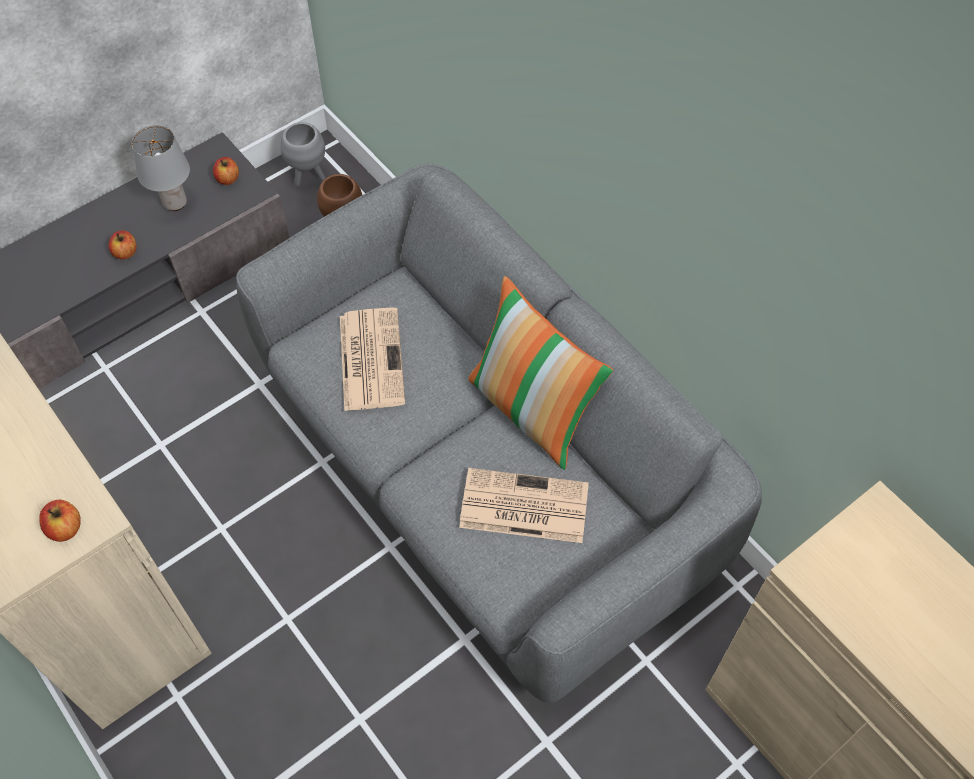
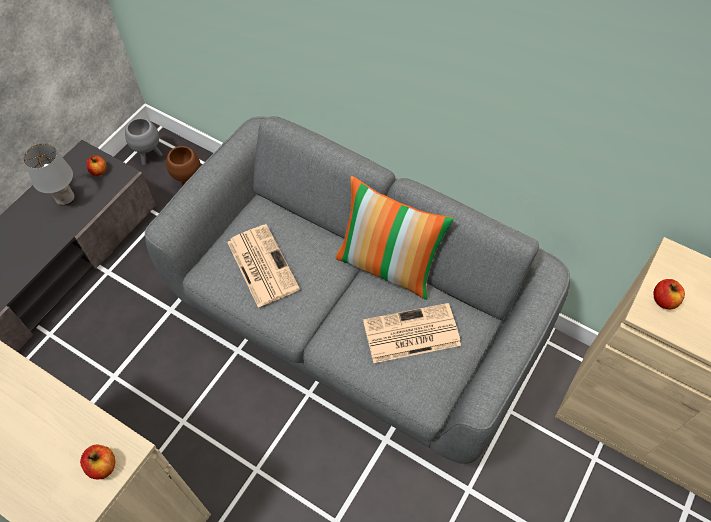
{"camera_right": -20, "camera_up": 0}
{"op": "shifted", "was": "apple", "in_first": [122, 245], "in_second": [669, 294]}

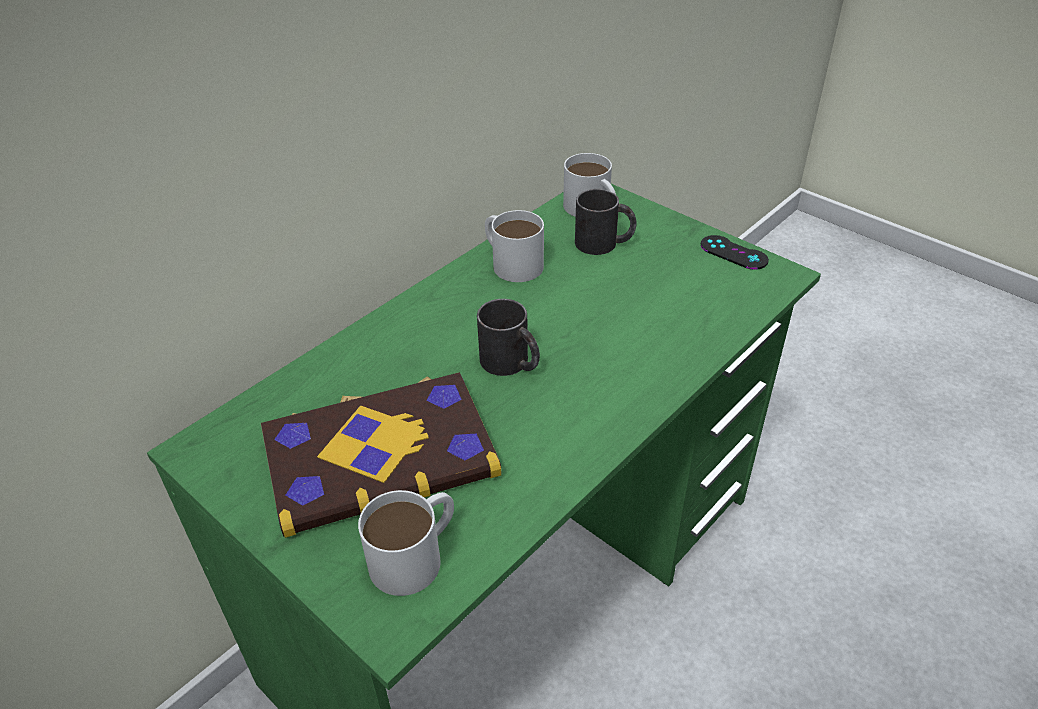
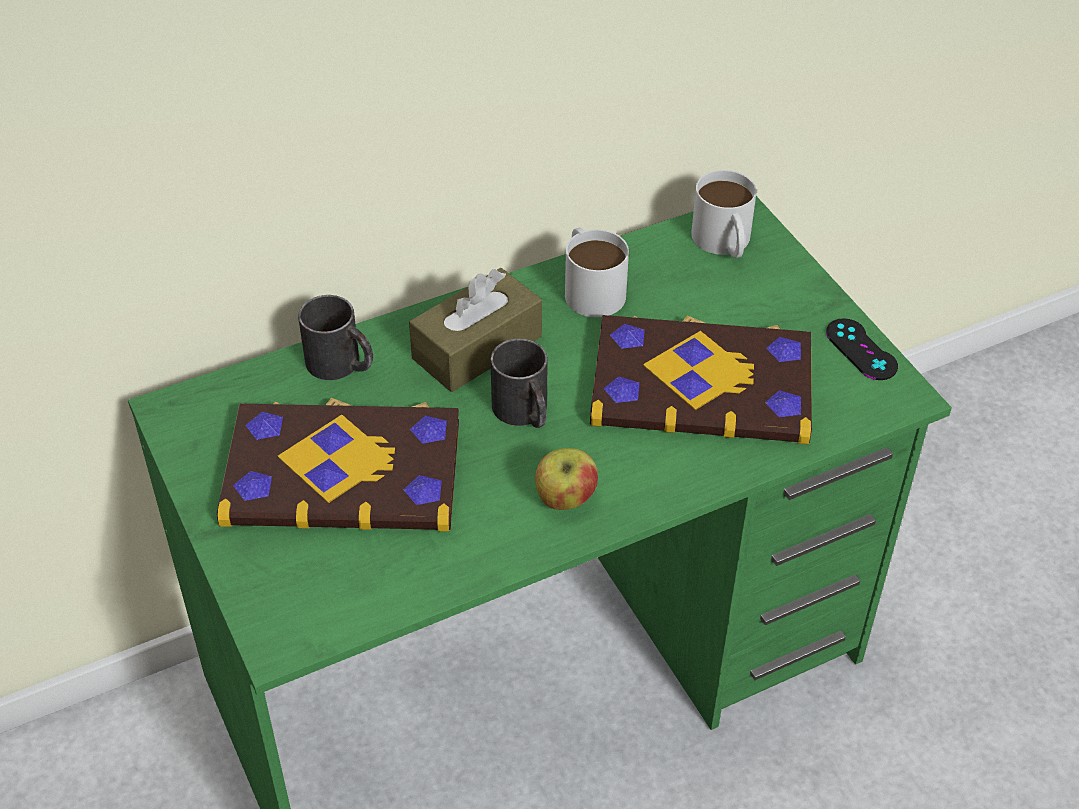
{"camera_right": 20, "camera_up": 5}
{"op": "gone", "was": "mug (white)", "in_first": [406, 543]}
{"op": "new", "now": "tissue box (brown)", "in_second": [475, 330]}
{"op": "new", "now": "apple", "in_second": [566, 479]}
{"op": "new", "now": "book", "in_second": [701, 379]}
{"op": "shifted", "was": "mug (black)", "in_first": [605, 222], "in_second": [335, 337]}

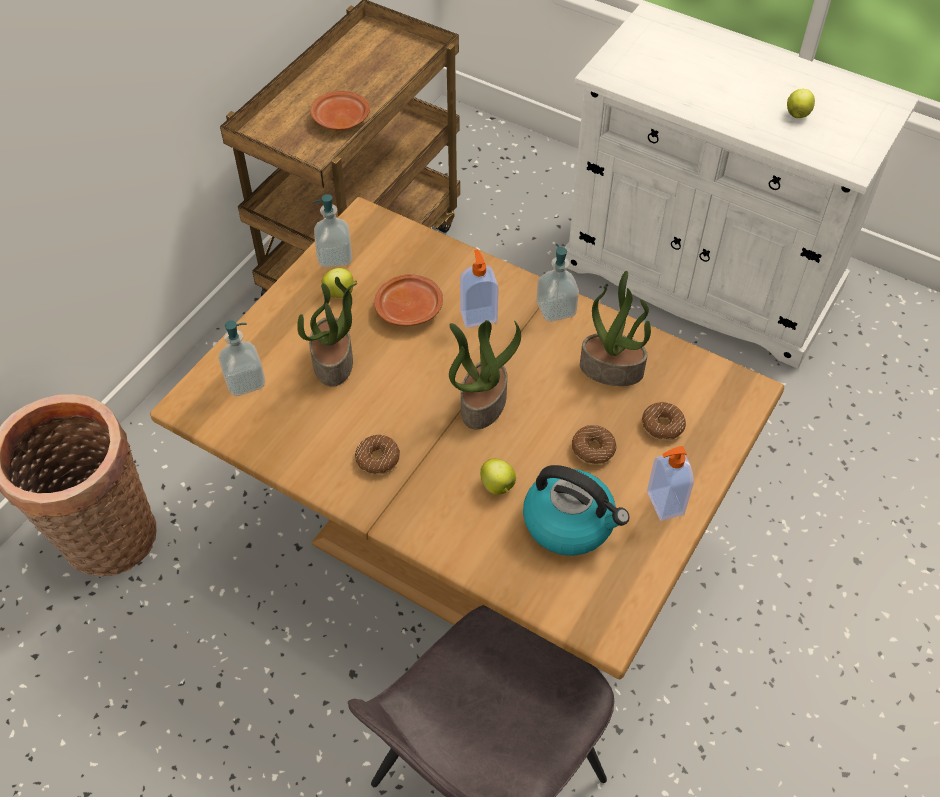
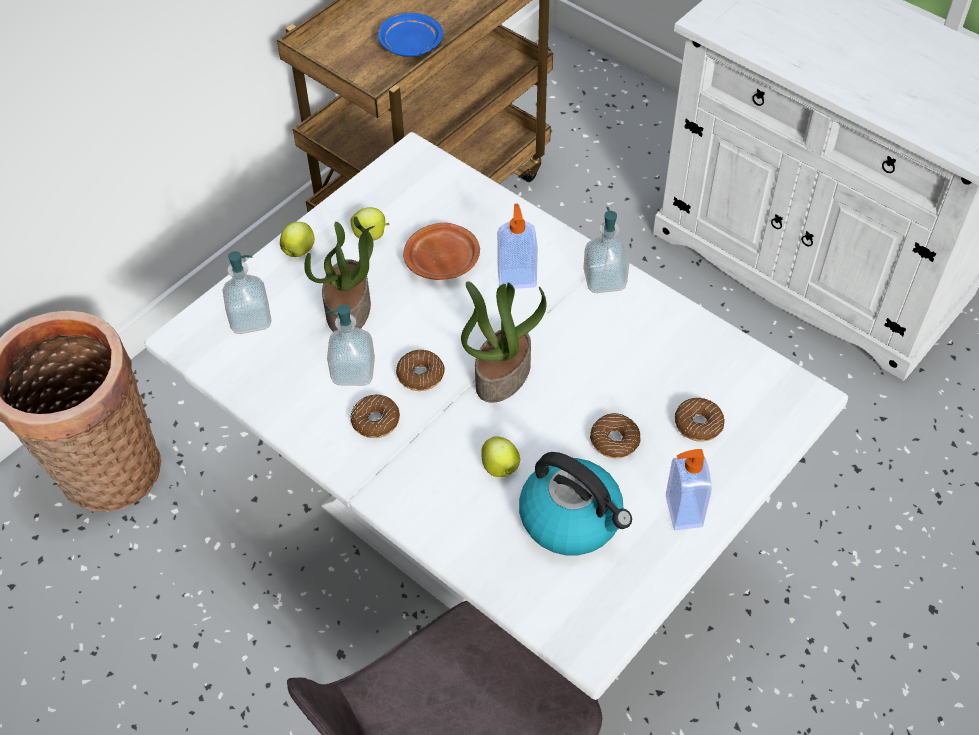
{"camera_right": 10, "camera_up": 0}
{"op": "gone", "was": "potted plant", "in_first": [615, 328]}
{"op": "new", "now": "donut", "in_second": [420, 370]}
{"op": "shifted", "was": "soap dispenser", "in_first": [332, 231], "in_second": [350, 345]}
{"op": "shifted", "was": "apple", "in_first": [801, 103], "in_second": [297, 239]}
{"op": "repainted", "was": "dining table (brown)", "now": "dining table (white)", "in_first": [467, 438], "in_second": [496, 416]}
{"op": "repainted", "was": "plate (brown)", "now": "plate (blue)", "in_first": [340, 110], "in_second": [410, 35]}

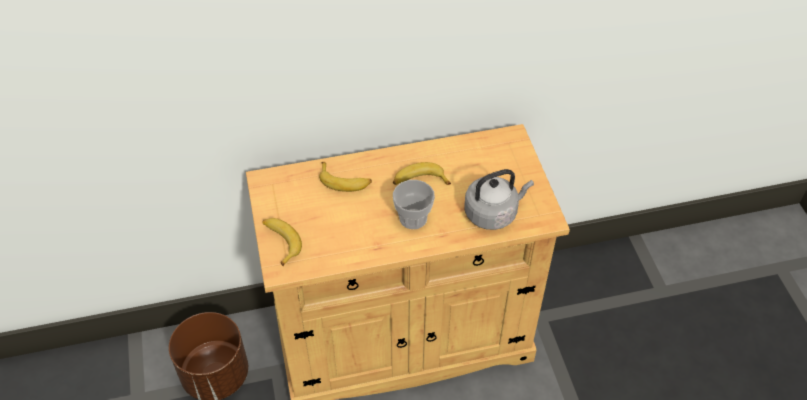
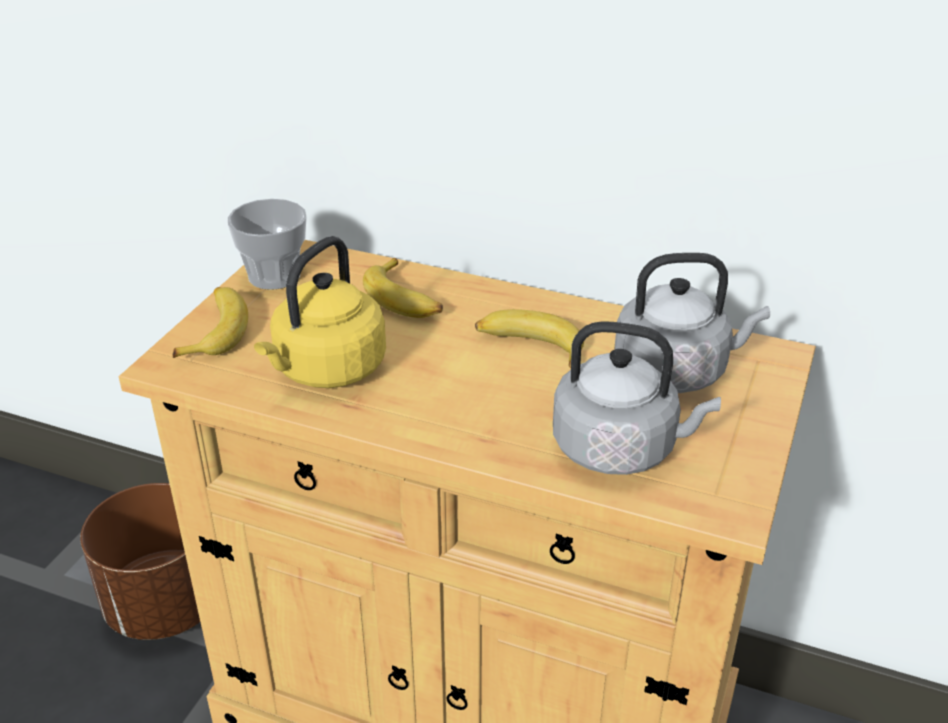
{"camera_right": 35, "camera_up": -15}
{"op": "new", "now": "kettle (yellow)", "in_second": [320, 312]}
{"op": "new", "now": "kettle (grey)", "in_second": [692, 323]}
{"op": "shifted", "was": "cup", "in_first": [414, 204], "in_second": [267, 244]}

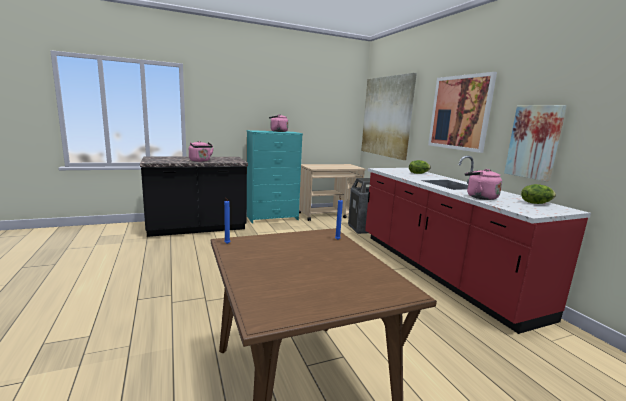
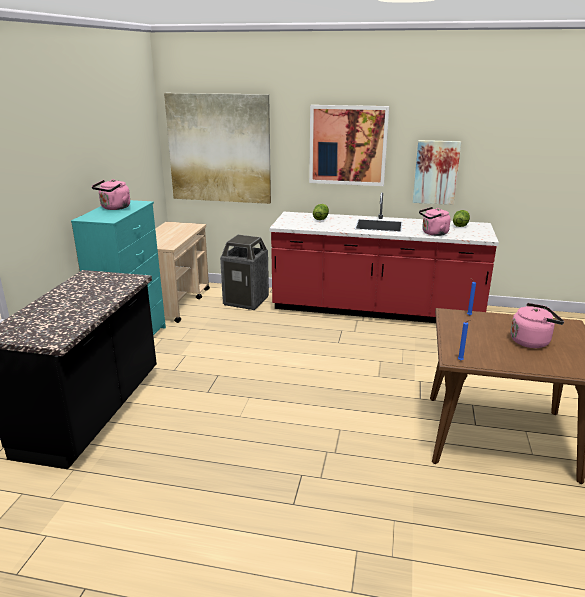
{"camera_right": -55, "camera_up": 10}
{"op": "shifted", "was": "kettle (pink)", "in_first": [201, 151], "in_second": [537, 325]}

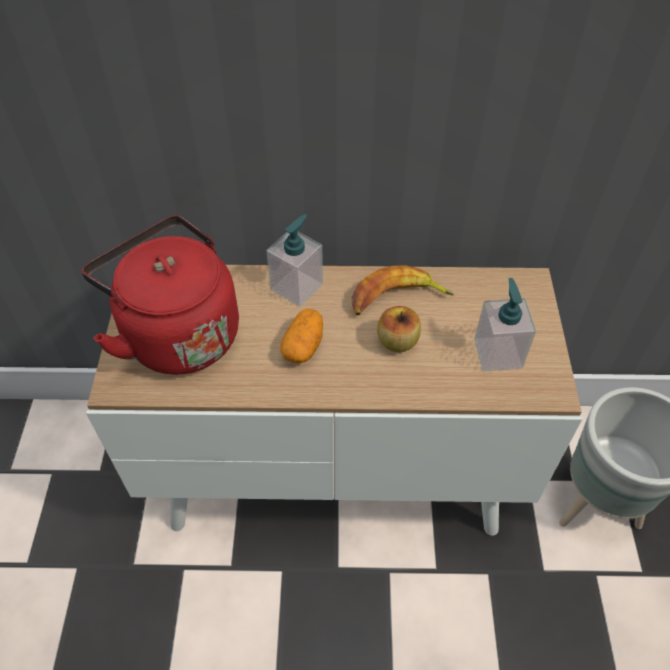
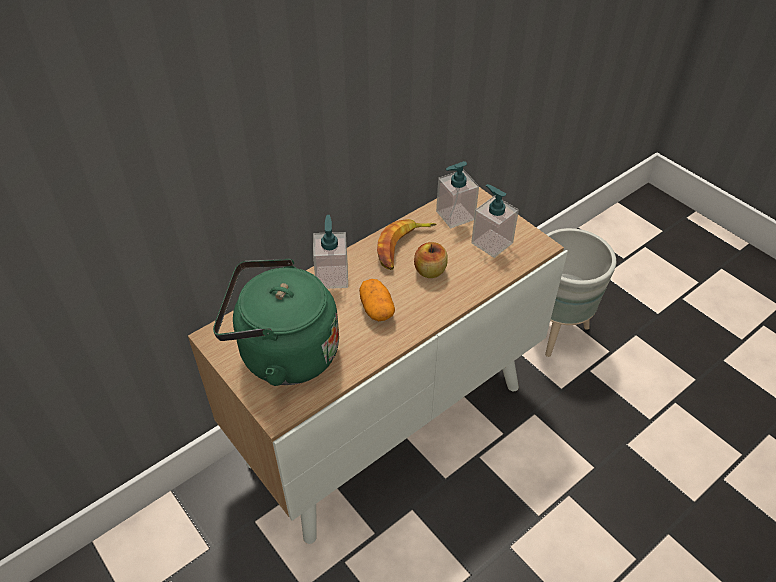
{"camera_right": -40, "camera_up": -5}
{"op": "new", "now": "soap dispenser", "in_second": [457, 194]}
{"op": "repainted", "was": "kettle (red)", "now": "kettle (green)", "in_first": [160, 295], "in_second": [276, 322]}

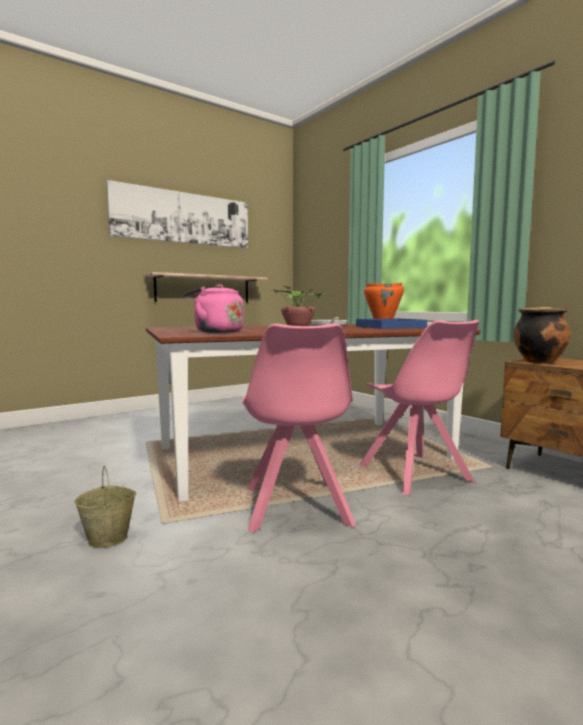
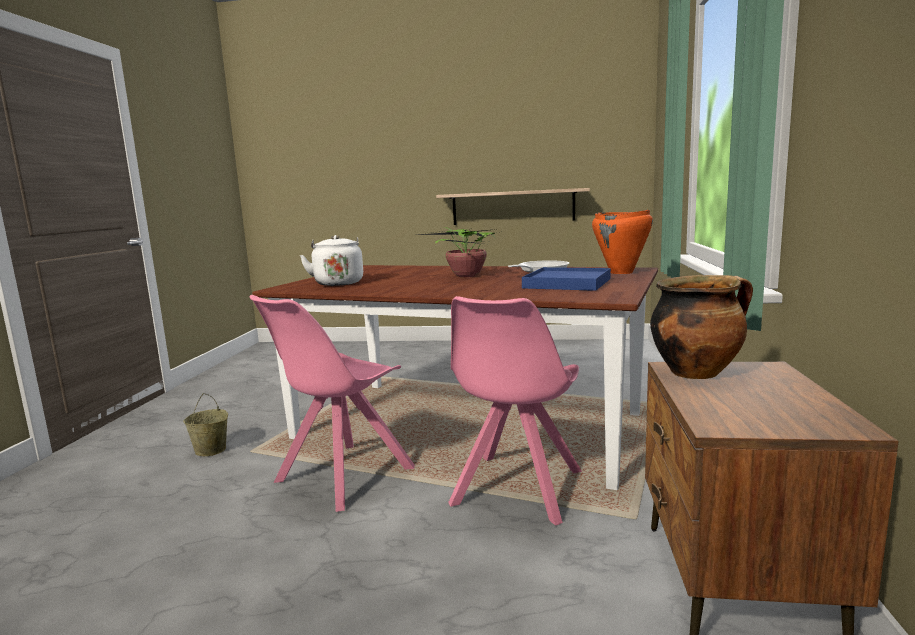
{"camera_right": 45, "camera_up": 5}
{"op": "gone", "was": "picture", "in_first": [177, 214]}
{"op": "repainted", "was": "kettle (pink)", "now": "kettle (white)", "in_first": [214, 308], "in_second": [331, 260]}

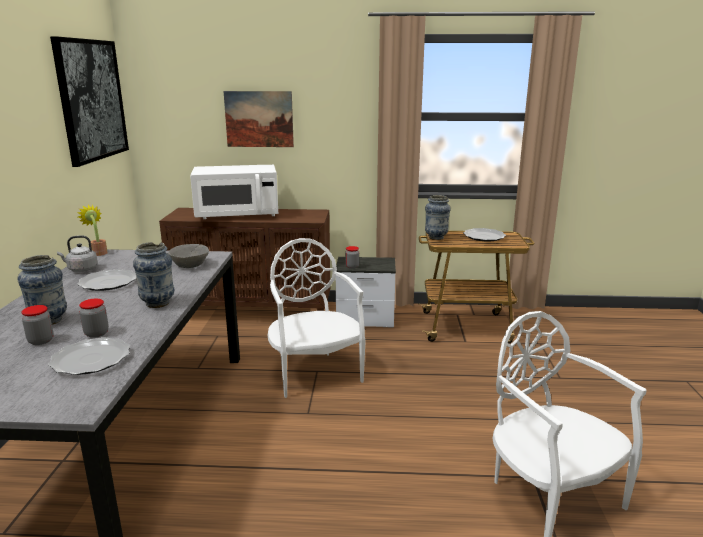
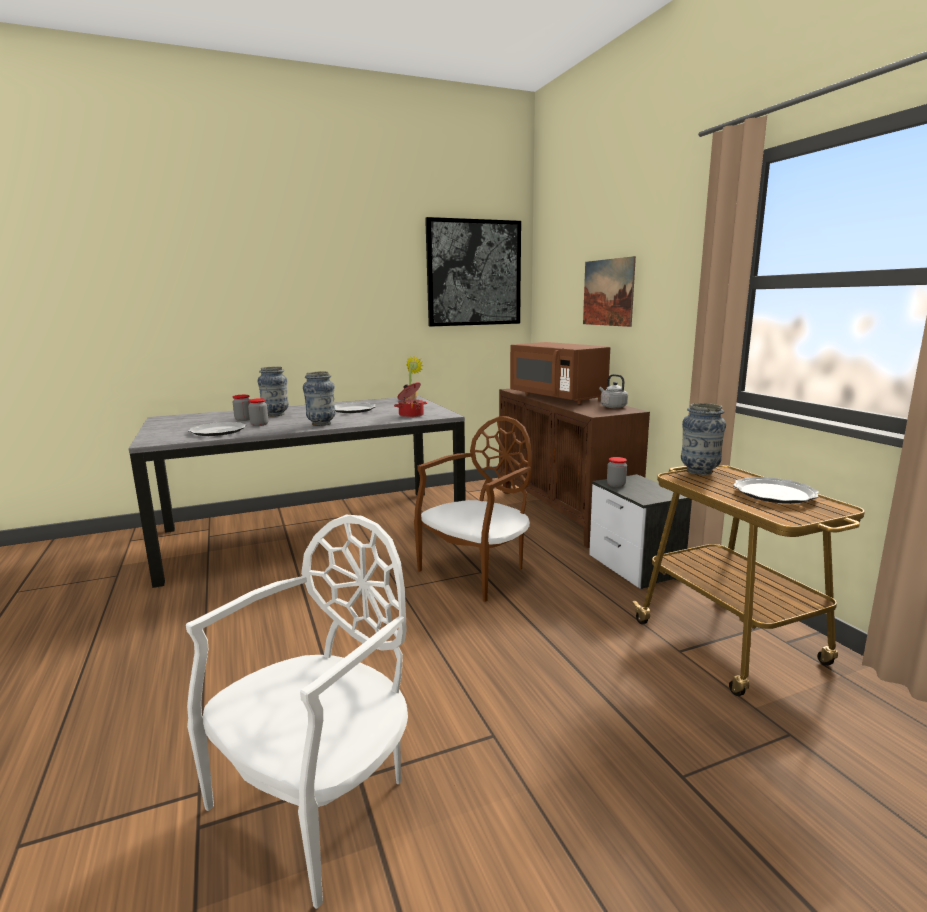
{"camera_right": 65, "camera_up": -5}
{"op": "shifted", "was": "kettle (grey)", "in_first": [77, 253], "in_second": [613, 391]}
{"op": "swapped", "was": "bowl (grey)", "now": "cooking pot", "in_first": [188, 256], "in_second": [410, 400]}
{"op": "repainted", "was": "microwave (white)", "now": "microwave (brown)", "in_first": [234, 192], "in_second": [560, 373]}
{"op": "repainted", "was": "chair (white)", "now": "chair (brown)", "in_first": [317, 318], "in_second": [473, 509]}

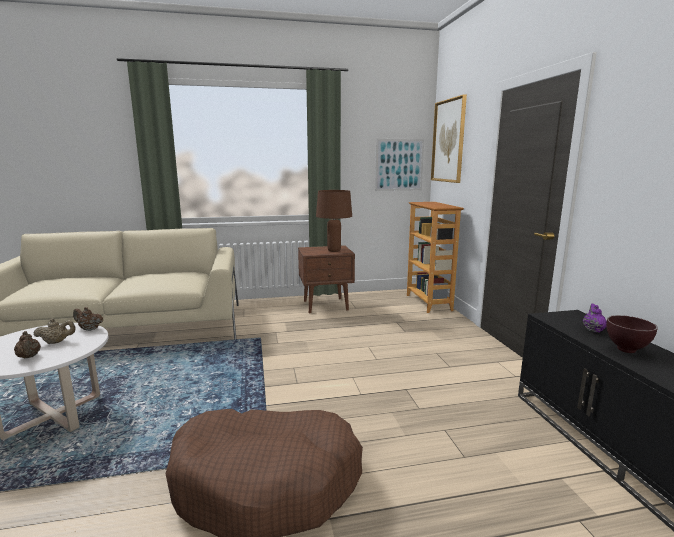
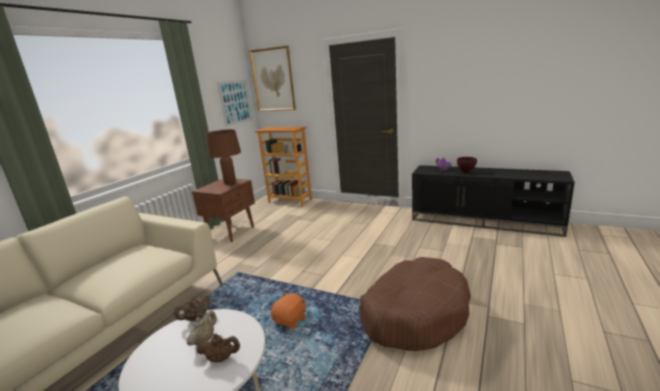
{"camera_right": -50, "camera_up": 5}
{"op": "new", "now": "plush toy (orange)", "in_second": [288, 311]}

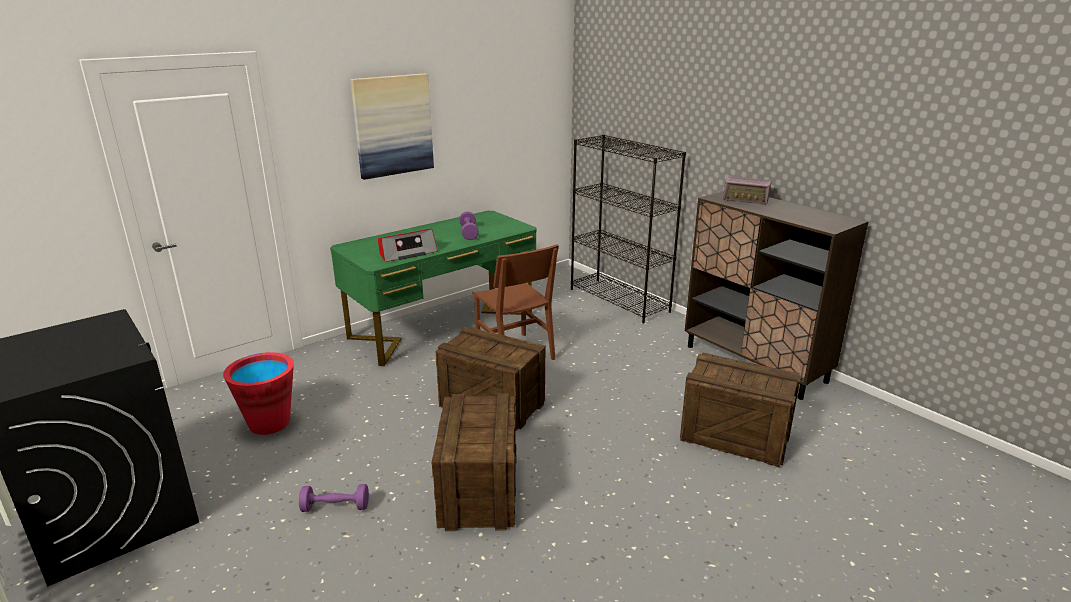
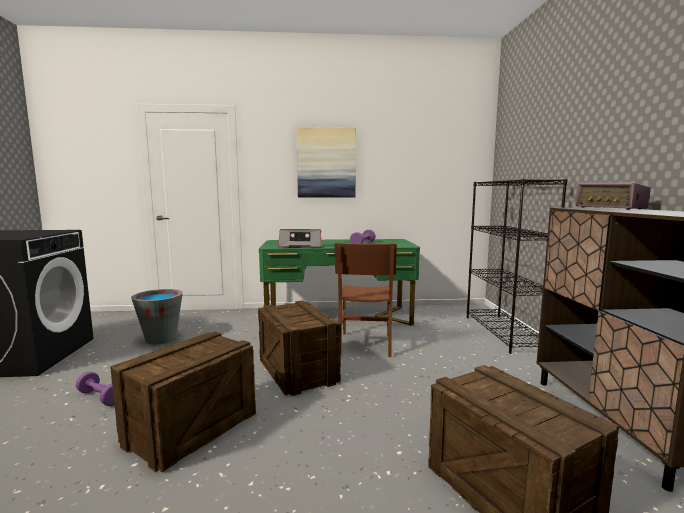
{"camera_right": 35, "camera_up": -15}
{"op": "repainted", "was": "bucket (red)", "now": "bucket (grey)", "in_first": [258, 393], "in_second": [157, 317]}

